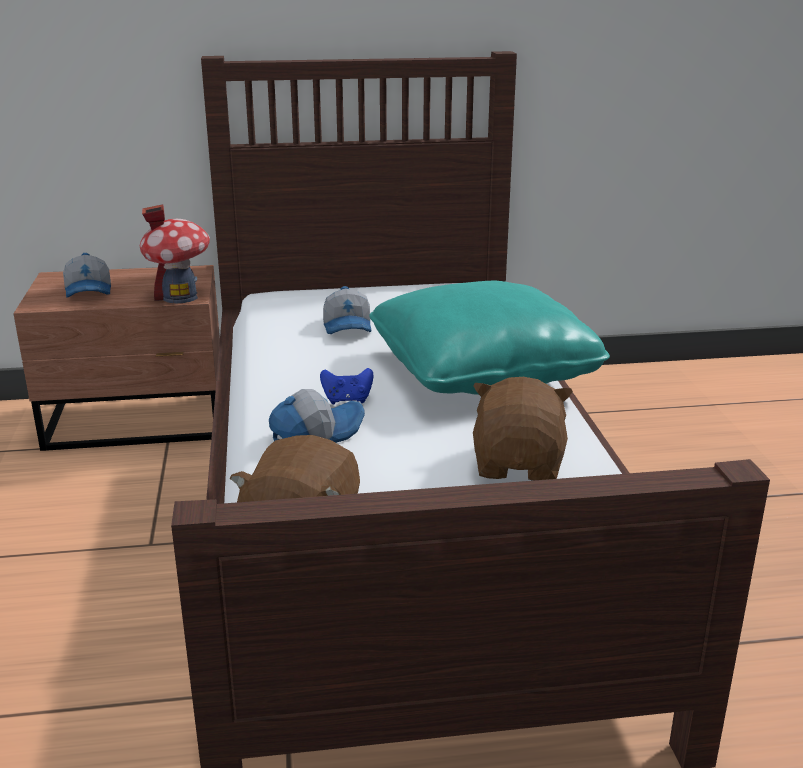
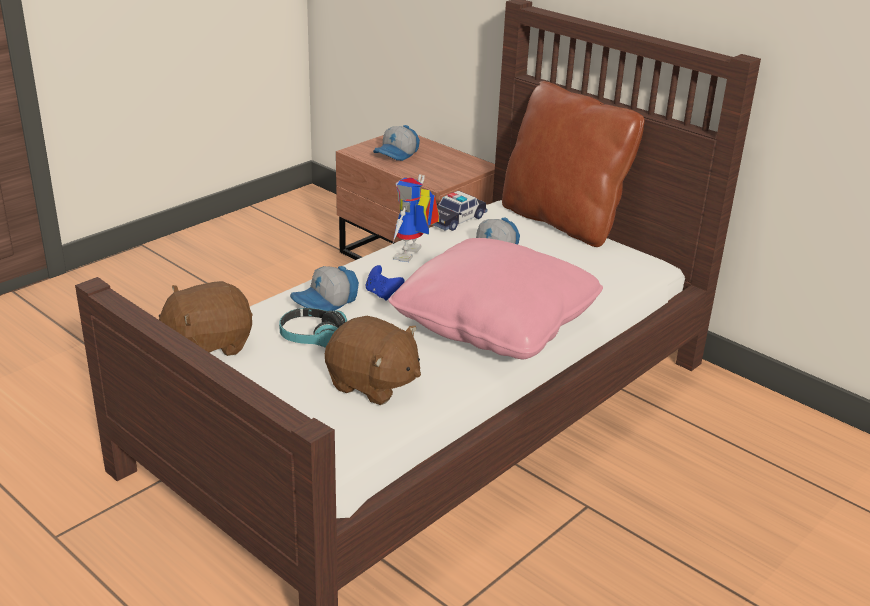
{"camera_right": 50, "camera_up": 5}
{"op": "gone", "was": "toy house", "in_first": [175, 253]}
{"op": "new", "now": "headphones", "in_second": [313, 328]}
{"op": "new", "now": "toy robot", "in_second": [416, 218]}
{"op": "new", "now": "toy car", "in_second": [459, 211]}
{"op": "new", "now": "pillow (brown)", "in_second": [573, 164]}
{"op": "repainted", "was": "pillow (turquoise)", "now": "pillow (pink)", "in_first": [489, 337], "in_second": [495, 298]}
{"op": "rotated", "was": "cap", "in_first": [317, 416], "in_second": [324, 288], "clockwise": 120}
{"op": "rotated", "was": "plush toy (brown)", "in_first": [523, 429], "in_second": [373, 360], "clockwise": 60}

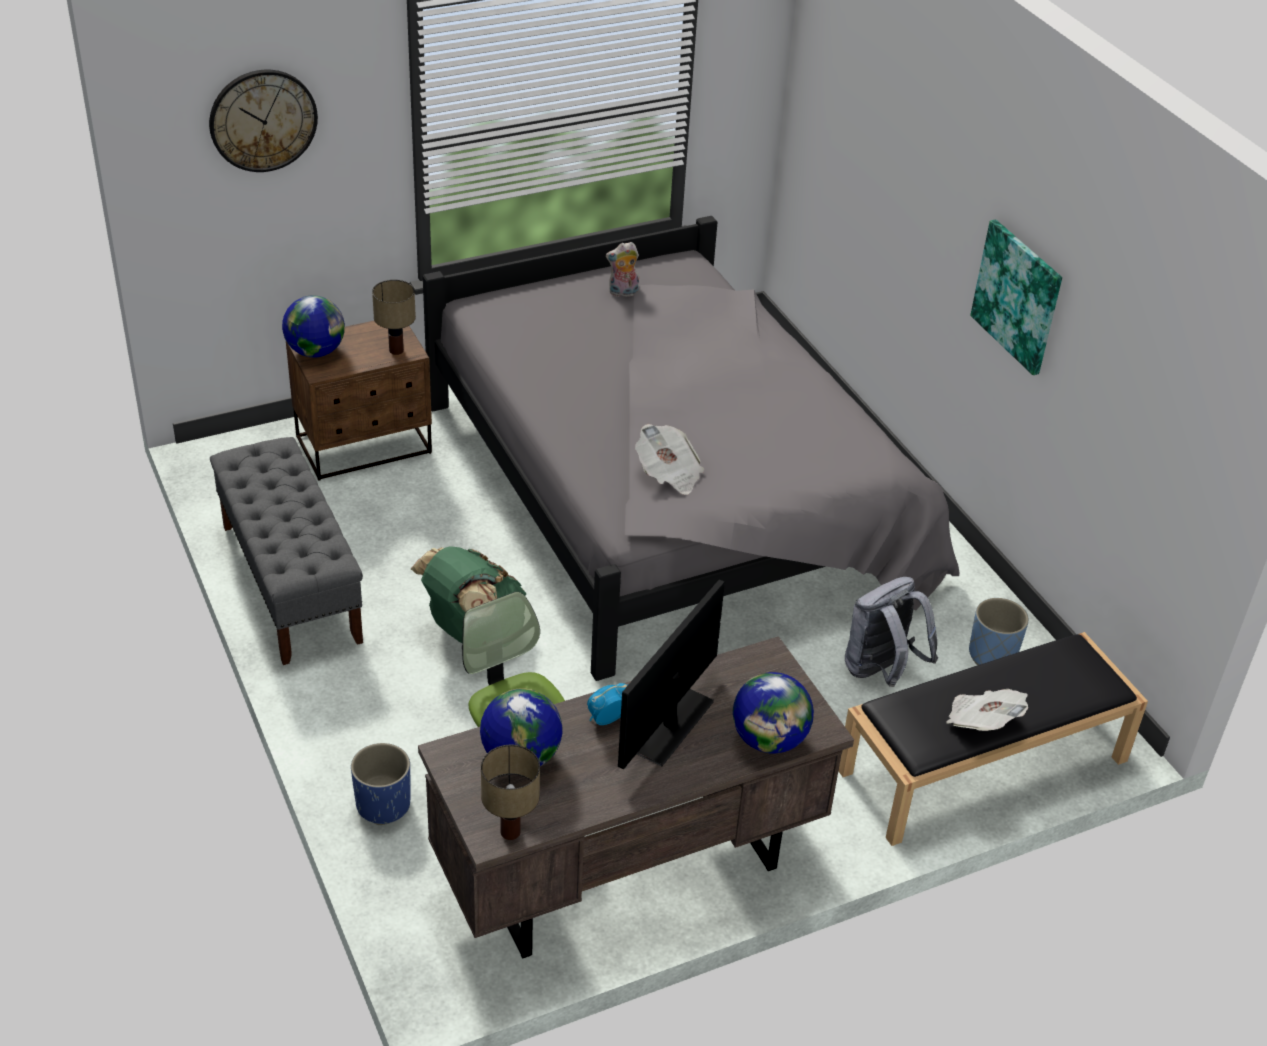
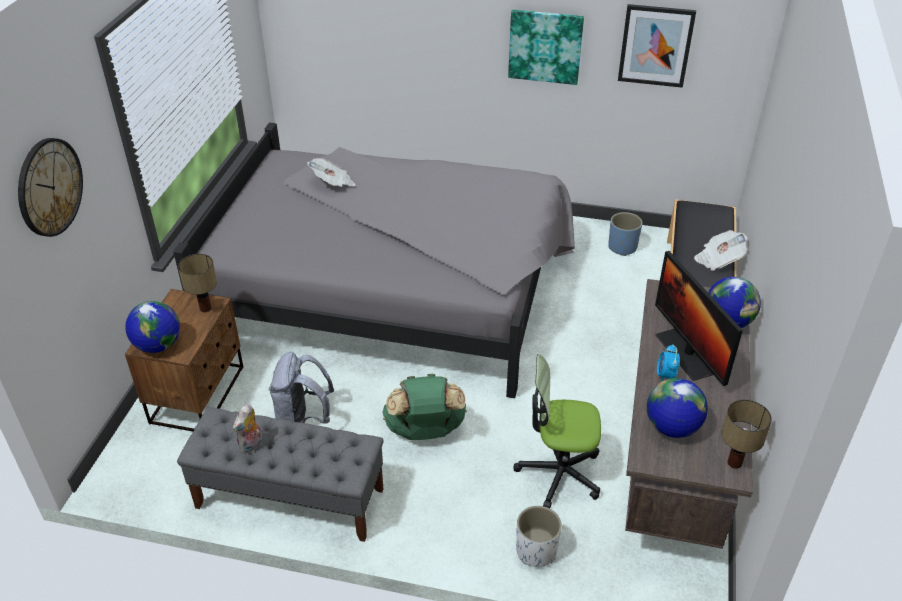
{"camera_right": -50, "camera_up": 0}
{"op": "new", "now": "picture", "in_second": [657, 46]}
{"op": "shifted", "was": "plush toy", "in_first": [622, 269], "in_second": [248, 429]}
{"op": "shifted", "was": "newspaper", "in_first": [669, 459], "in_second": [331, 172]}
{"op": "shifted", "was": "backpack (grey)", "in_first": [891, 632], "in_second": [301, 388]}
{"op": "repainted", "was": "planter (blue)", "now": "planter (white)", "in_first": [380, 784], "in_second": [539, 536]}

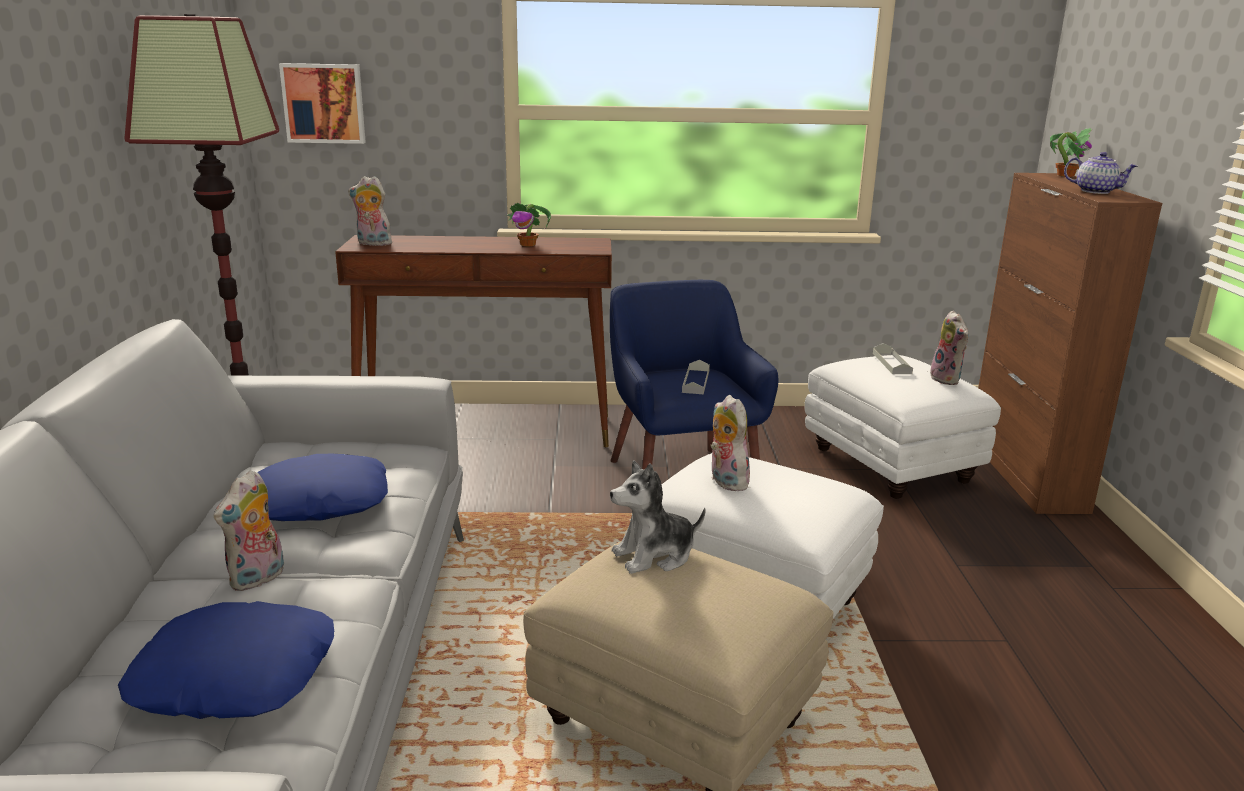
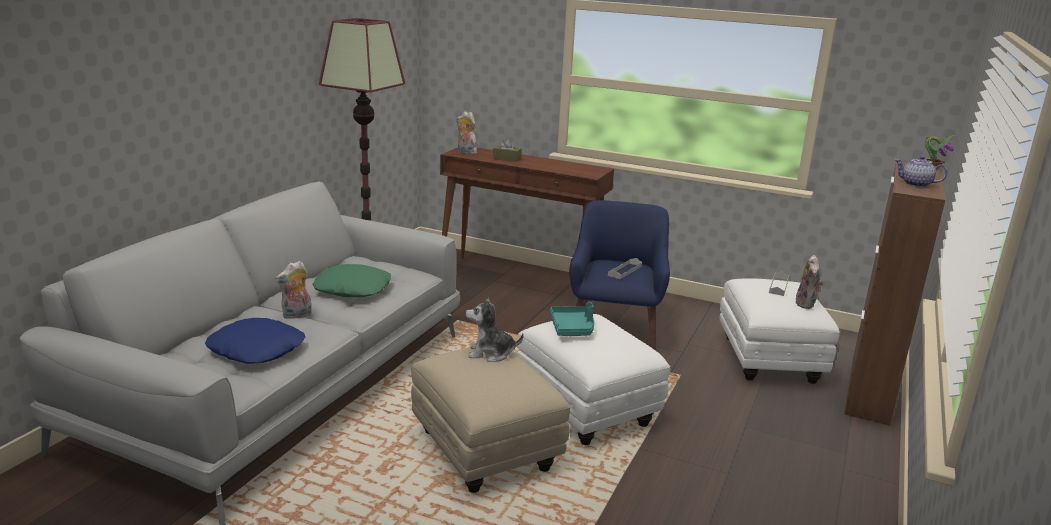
{"camera_right": 25, "camera_up": 0}
{"op": "gone", "was": "picture", "in_first": [322, 103]}
{"op": "gone", "was": "potted plant", "in_first": [528, 224]}
{"op": "new", "now": "tissue box (brown)", "in_second": [507, 149]}
{"op": "swapped", "was": "plush toy", "now": "tray (turquoise)", "in_first": [731, 443], "in_second": [572, 319]}
{"op": "repainted", "was": "pillow (blue)", "now": "pillow (green)", "in_first": [323, 487], "in_second": [351, 280]}
{"op": "rotated", "was": "teapot", "in_first": [1101, 173], "in_second": [921, 171], "clockwise": 150}

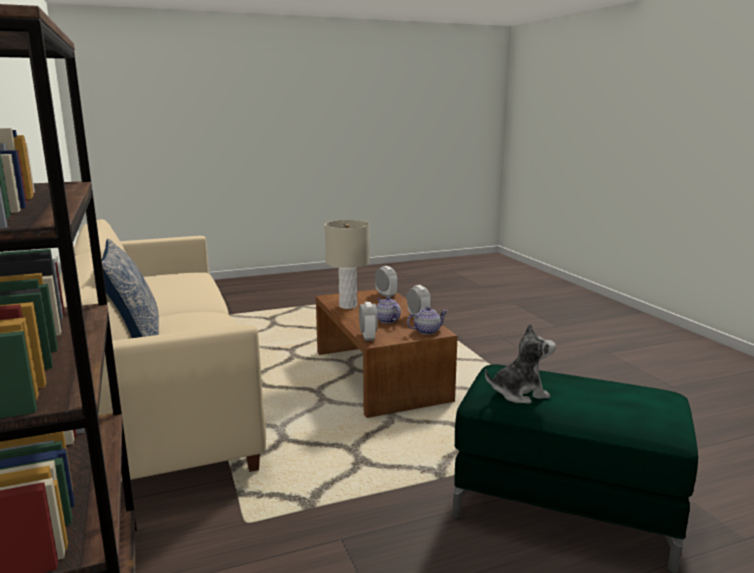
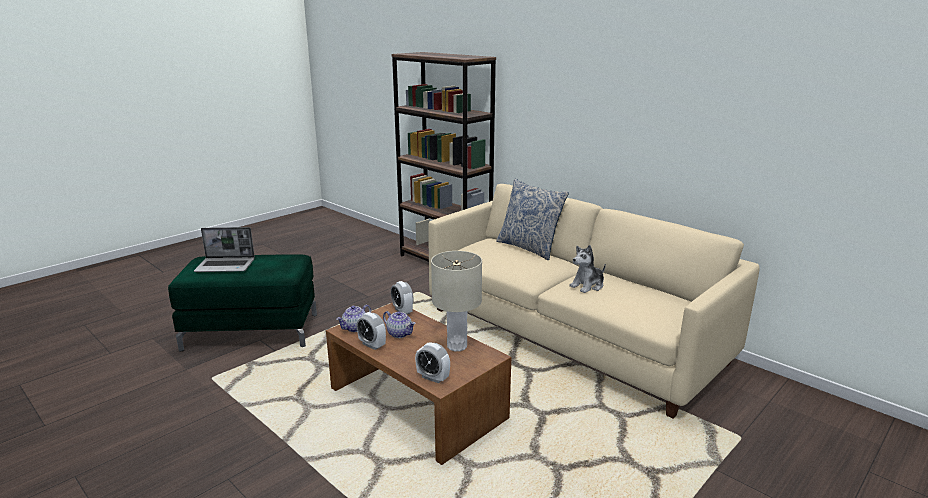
{"camera_right": 155, "camera_up": 5}
{"op": "new", "now": "laptop", "in_second": [224, 249]}
{"op": "shifted", "was": "plush toy", "in_first": [520, 363], "in_second": [587, 269]}

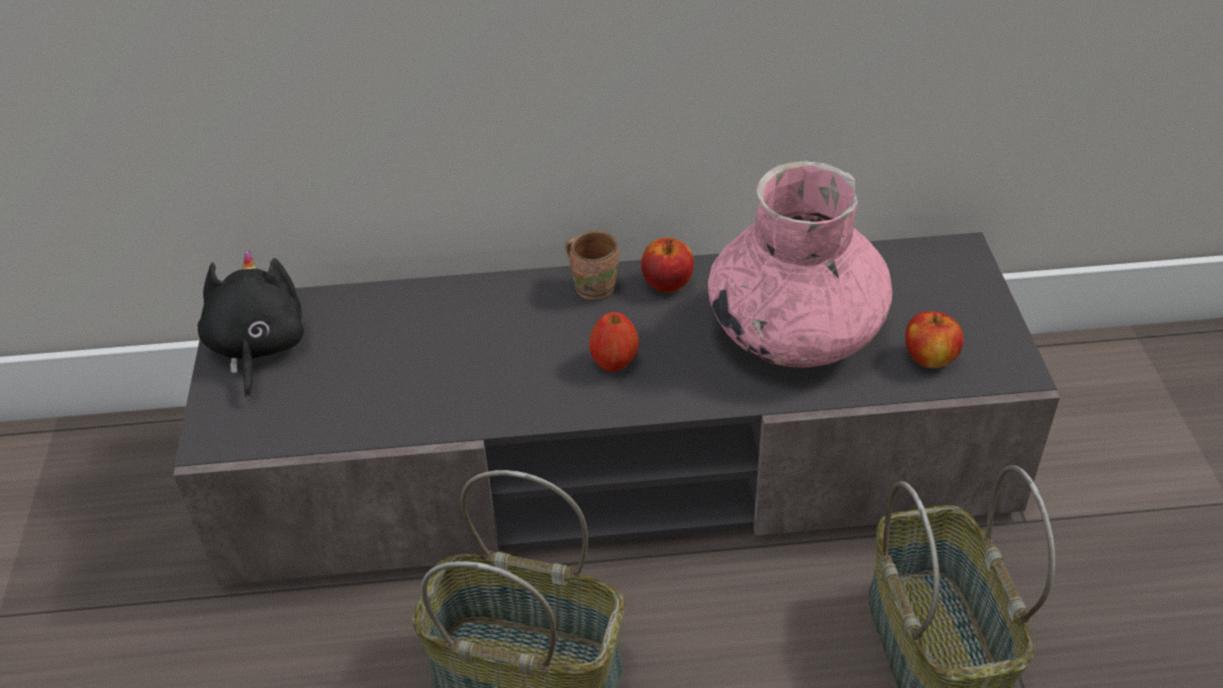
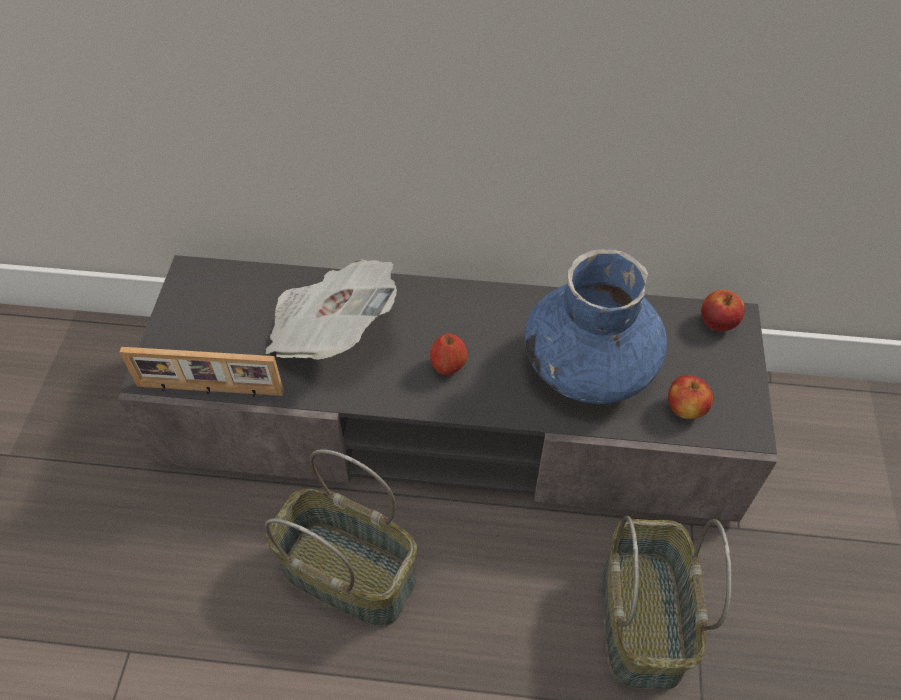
{"camera_right": 10, "camera_up": 10}
{"op": "gone", "was": "plush toy (black)", "in_first": [251, 325]}
{"op": "gone", "was": "mug (brown)", "in_first": [592, 265]}
{"op": "new", "now": "picture frame", "in_second": [201, 372]}
{"op": "new", "now": "newspaper", "in_second": [331, 309]}
{"op": "shifted", "was": "apple", "in_first": [667, 265], "in_second": [722, 310]}
{"op": "repainted", "was": "vase (pink)", "now": "vase (blue)", "in_first": [800, 264], "in_second": [596, 326]}

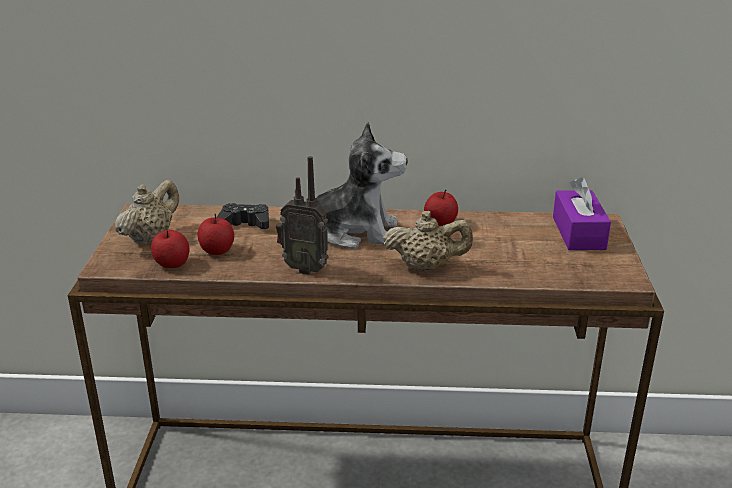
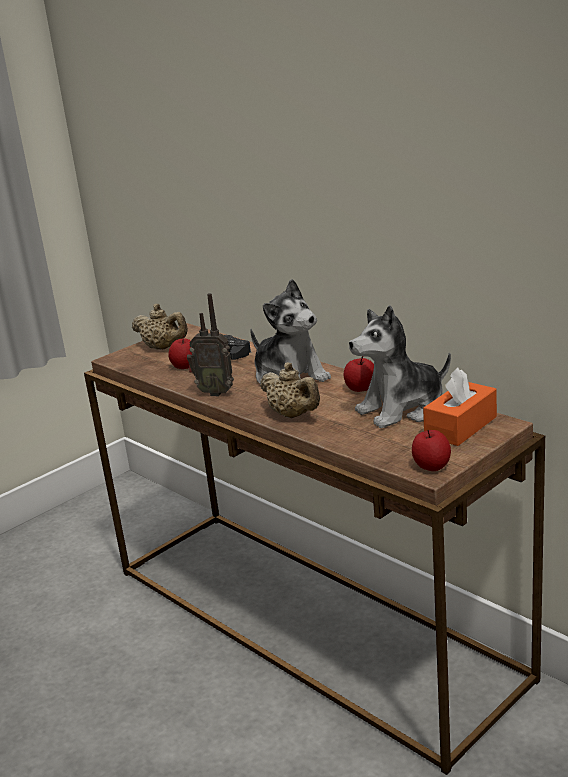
{"camera_right": 45, "camera_up": -5}
{"op": "new", "now": "plush toy", "in_second": [400, 366]}
{"op": "shifted", "was": "apple", "in_first": [170, 249], "in_second": [431, 450]}
{"op": "repainted", "was": "tissue box (purple)", "now": "tissue box (orange)", "in_first": [582, 213], "in_second": [460, 407]}
{"op": "rotated", "was": "teapot (beige)", "in_first": [147, 212], "in_second": [160, 327], "clockwise": 45}
{"op": "rotated", "was": "radio", "in_first": [302, 215], "in_second": [210, 344], "clockwise": -45}

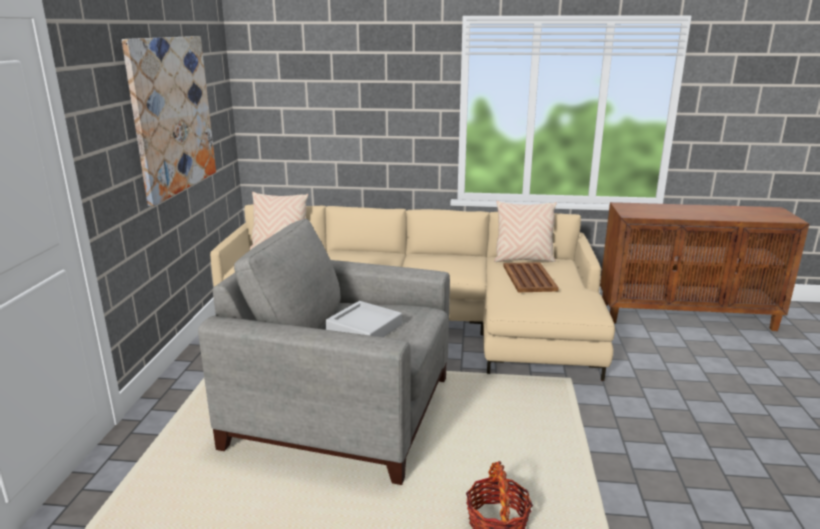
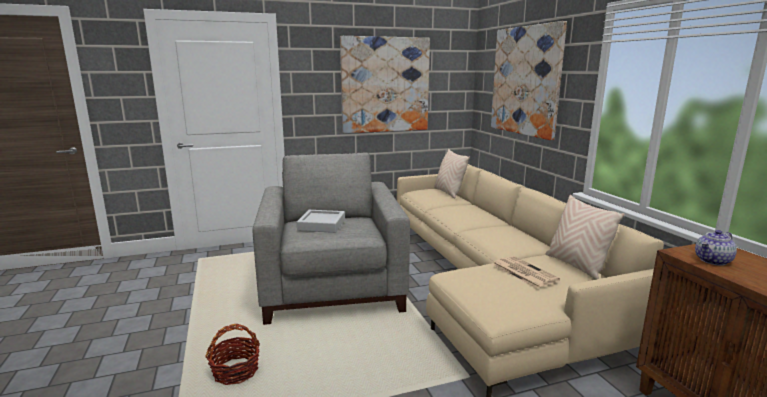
{"camera_right": 65, "camera_up": -5}
{"op": "new", "now": "picture", "in_second": [529, 80]}
{"op": "new", "now": "teapot", "in_second": [716, 248]}
{"op": "swapped", "was": "tray (brown)", "now": "newspaper", "in_first": [531, 277], "in_second": [526, 272]}

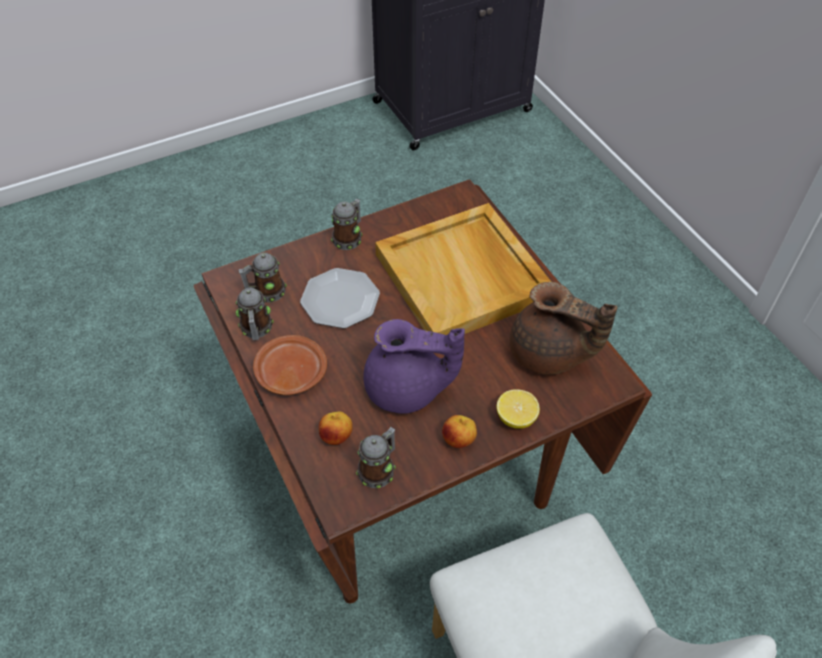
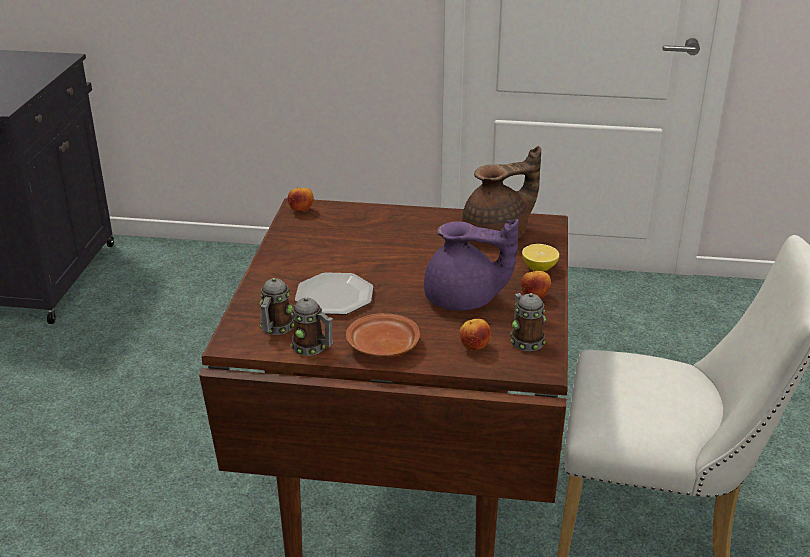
{"camera_right": -55, "camera_up": -20}
{"op": "gone", "was": "mug", "in_first": [347, 224]}
{"op": "gone", "was": "tray (beige)", "in_first": [463, 269]}
{"op": "new", "now": "apple", "in_second": [301, 199]}
{"op": "rotated", "was": "teapot (purple)", "in_first": [414, 366], "in_second": [471, 265], "clockwise": 60}

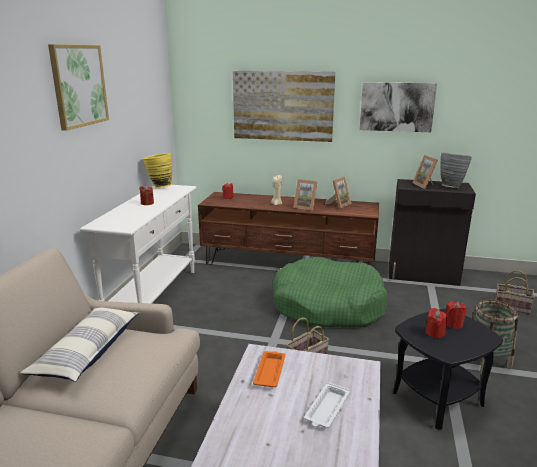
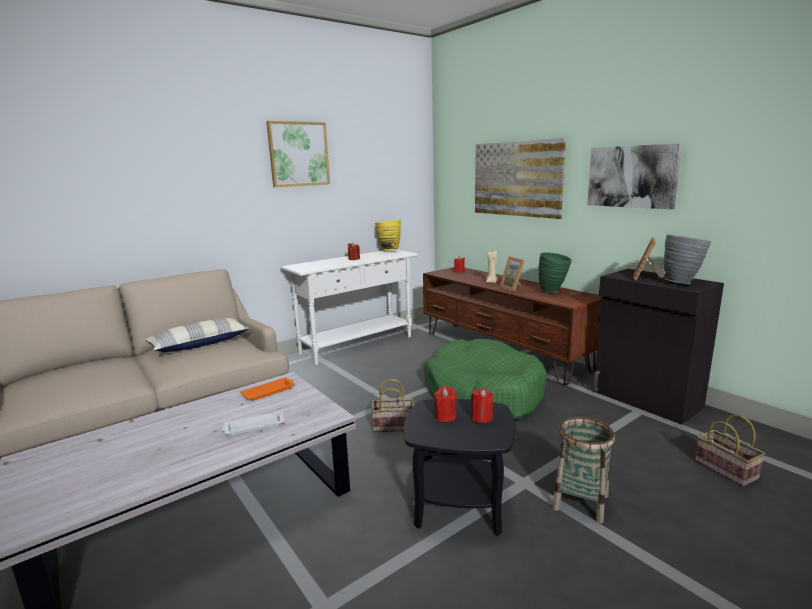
{"camera_right": 40, "camera_up": -5}
{"op": "swapped", "was": "picture frame", "now": "vase (green)", "in_first": [338, 193], "in_second": [555, 272]}

